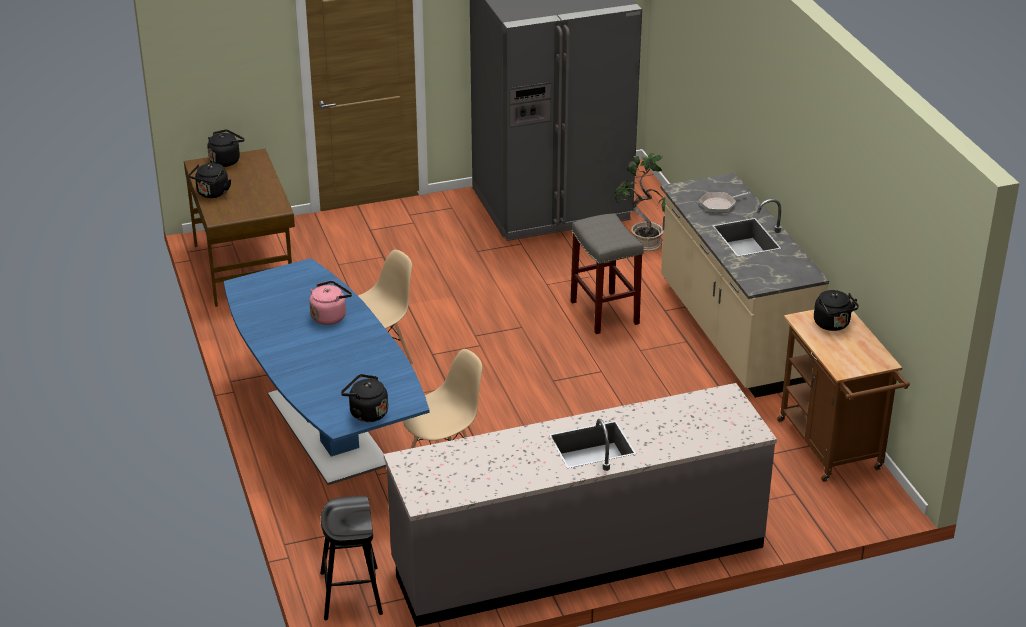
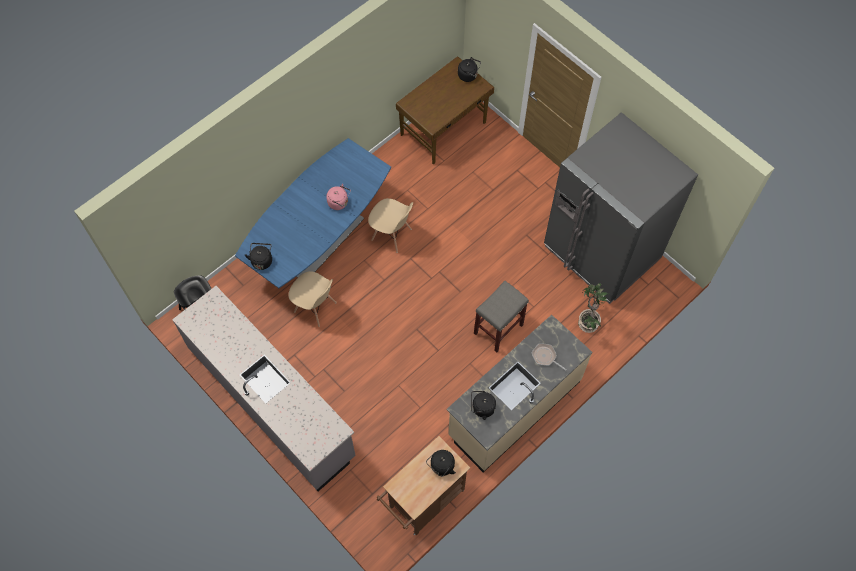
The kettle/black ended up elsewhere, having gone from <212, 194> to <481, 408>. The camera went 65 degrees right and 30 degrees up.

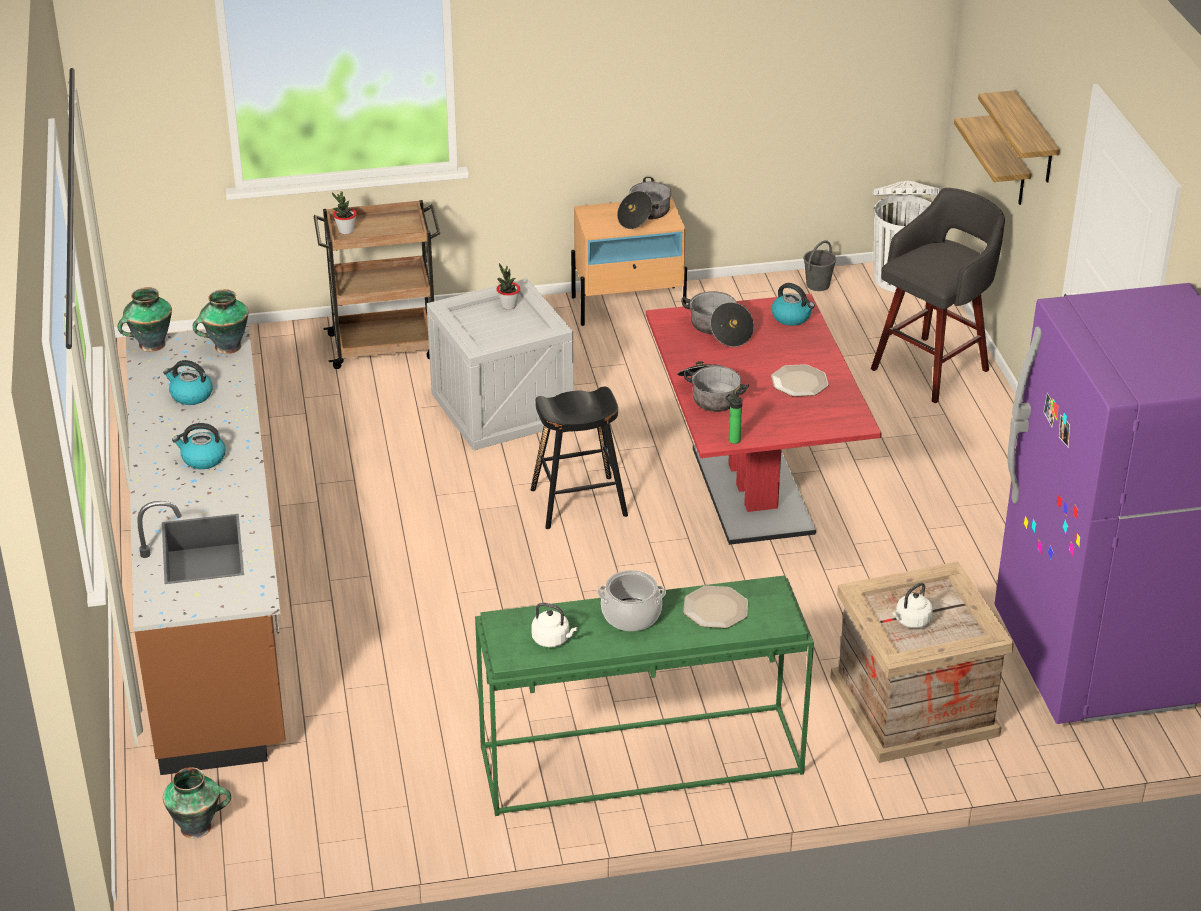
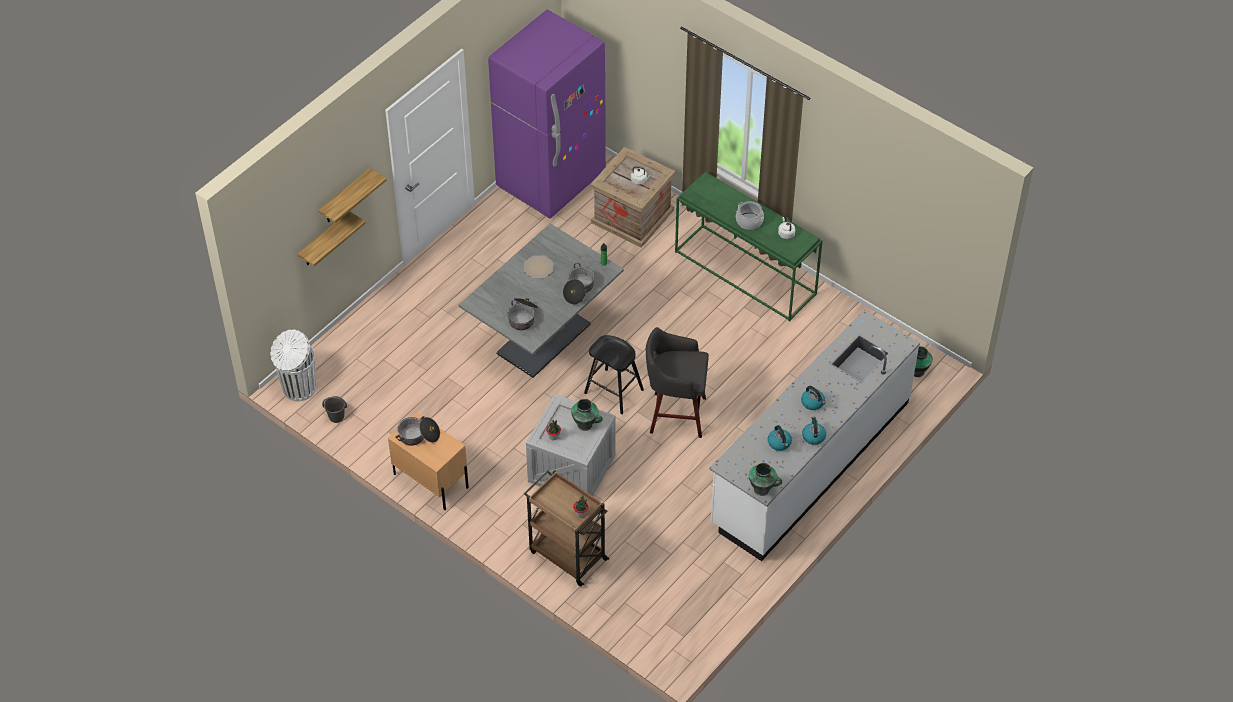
What was the counter/brown at <215, 606> turned into the counter/white at <810, 463>. The vase ended up elsewhere, having gone from <226, 347> to <585, 425>. What was the dining table/red at <752, 490> turned into the dining table/grey at <543, 339>. The second view lost the plate at <715, 608>. The kettle ended up elsewhere, having gone from <792, 317> to <813, 436>. The stool/grey ended up elsewhere, having gone from <932, 368> to <675, 414>. The camera went 130 degrees left and 15 degrees up.

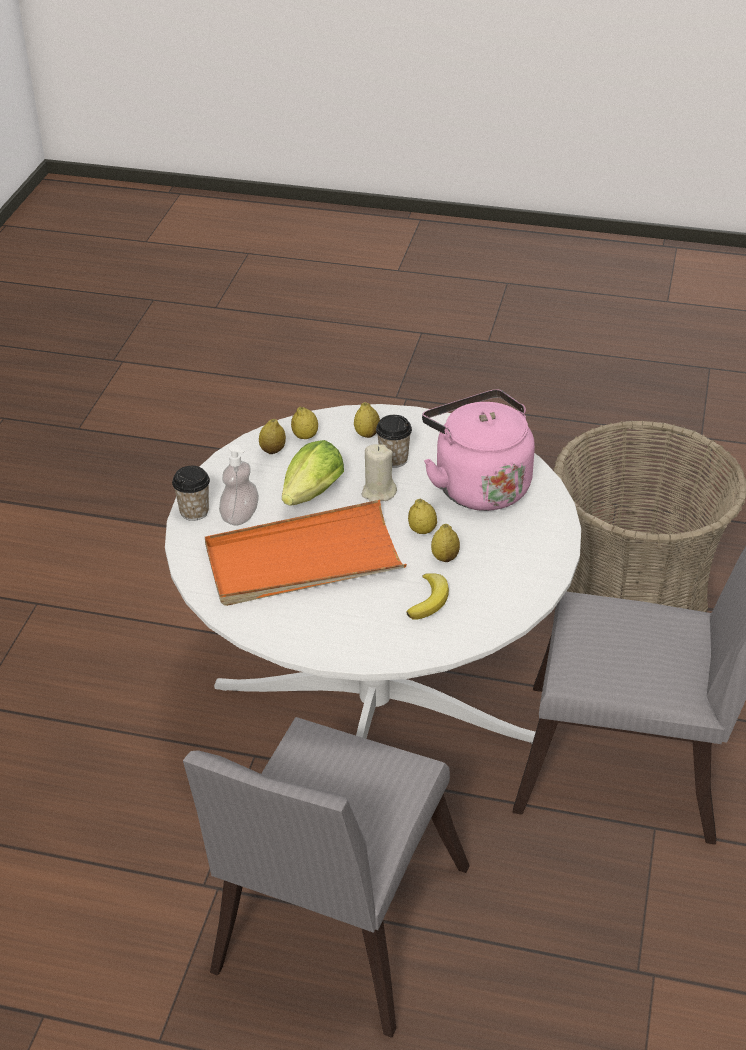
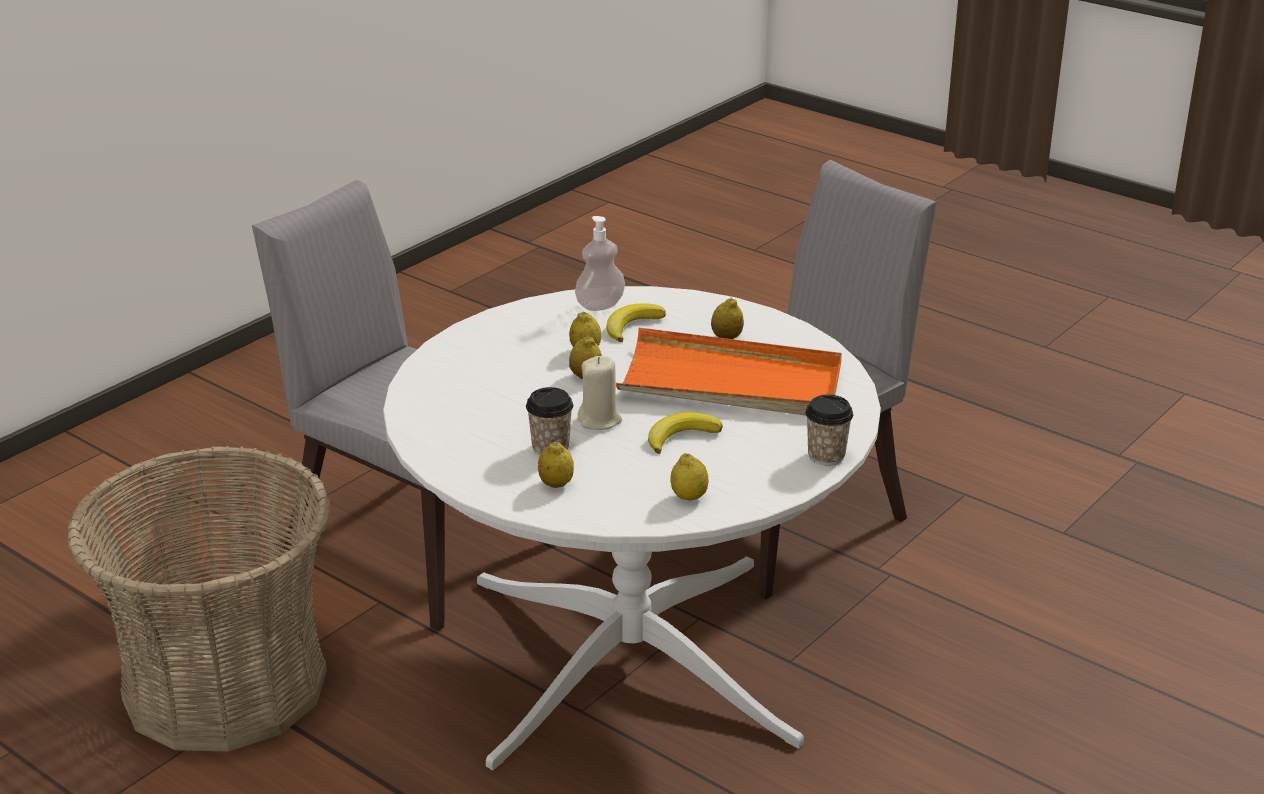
The soap dispenser ended up elsewhere, having gone from <240, 516> to <600, 305>. Where the lettuce stood at <310, 497>, the banana came to stand at <681, 436>. The lemon ended up elsewhere, having gone from <305, 436> to <726, 338>. The second view lost the kettle/pink at <478, 485>. The camera went 155 degrees left and 10 degrees down.

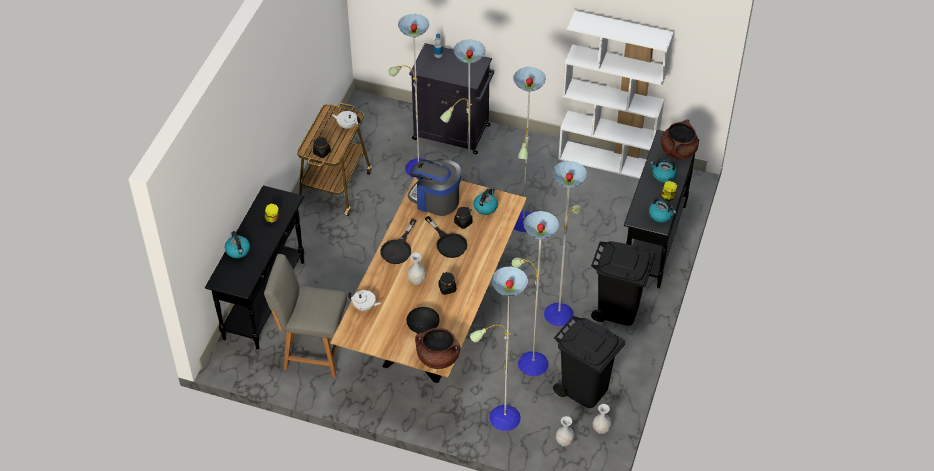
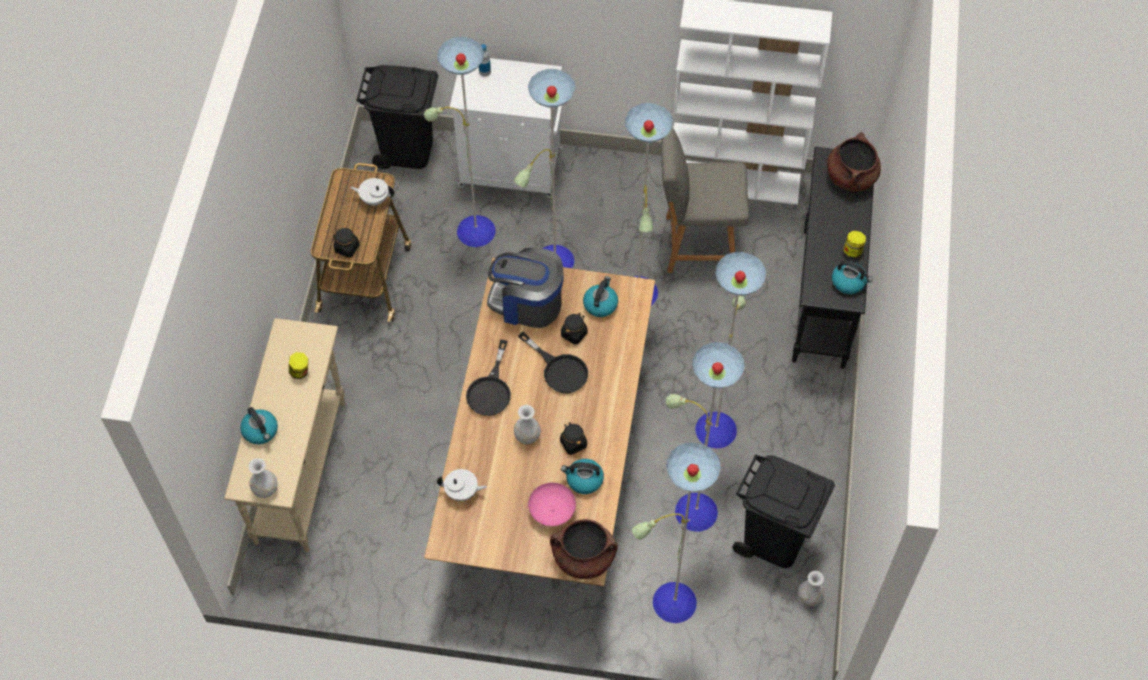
What was the console table/black at <265, 299> turned into the console table/beige at <301, 471>. The chair/grey ended up elsewhere, having gone from <313, 351> to <697, 244>. What was the bowl/black at <423, 326> turned into the bowl/pink at <552, 510>. What was the cabinet/black at <453, 133> turned into the cabinet/white at <513, 169>. The vase/white ended up elsewhere, having gone from <564, 441> to <265, 490>. The trash can/black ended up elsewhere, having gone from <618, 310> to <407, 150>. The kettle ended up elsewhere, having gone from <663, 175> to <584, 480>. The camera went 10 degrees left and 10 degrees up.

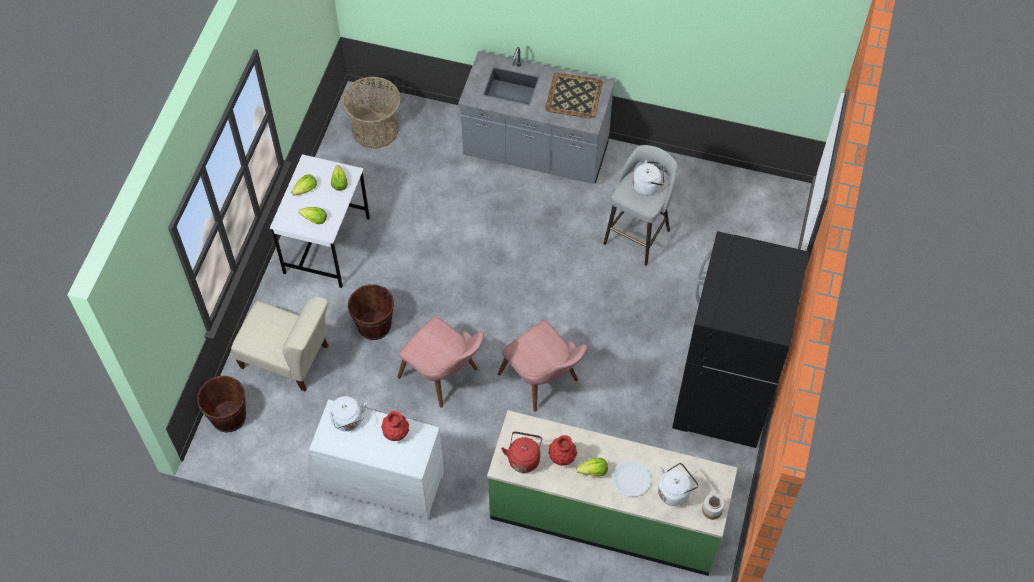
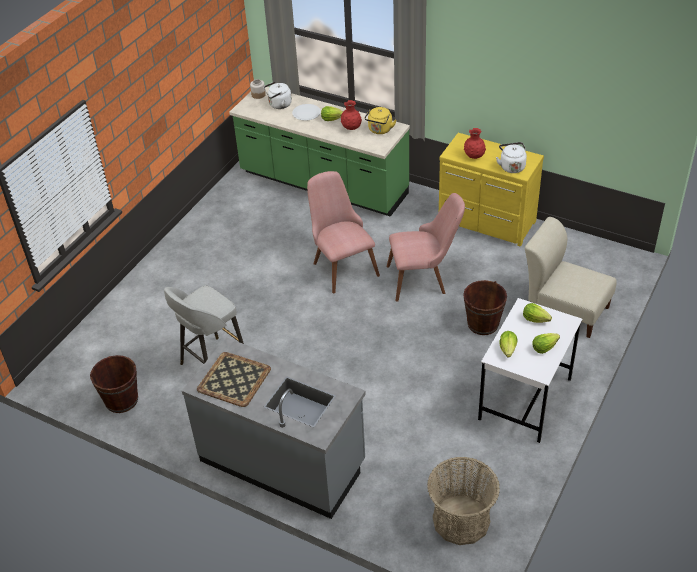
The bucket/brown ended up elsewhere, having gone from <228, 417> to <121, 400>. What was the dresser/white at <383, 478> turned into the dresser/yellow at <486, 223>. The chair/pink at <446, 377> ended up facing another way, 120 degrees clockwise from before. What was the kettle/red at <524, 458> turned into the kettle/yellow at <379, 130>. The second view lost the kettle/white at <648, 186>. The second view lost the fridge/black at <723, 397>. The camera went 165 degrees left and 15 degrees down.

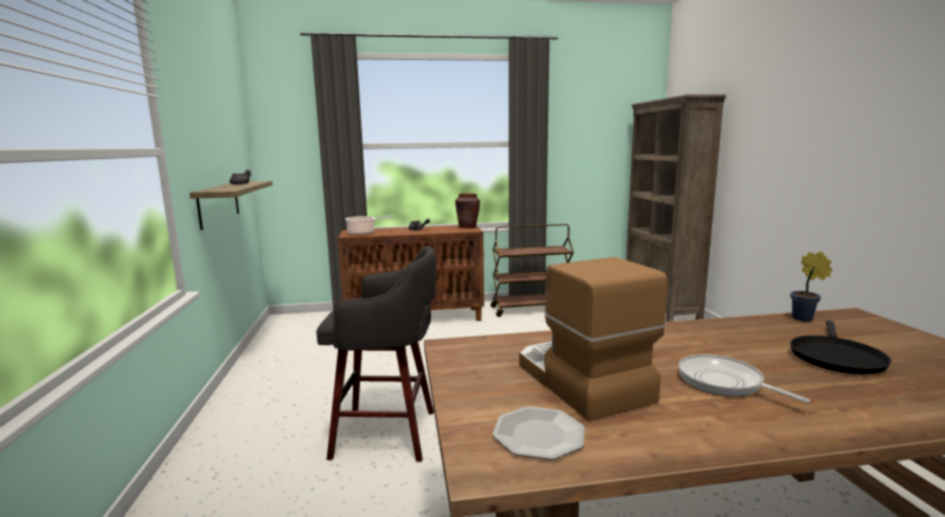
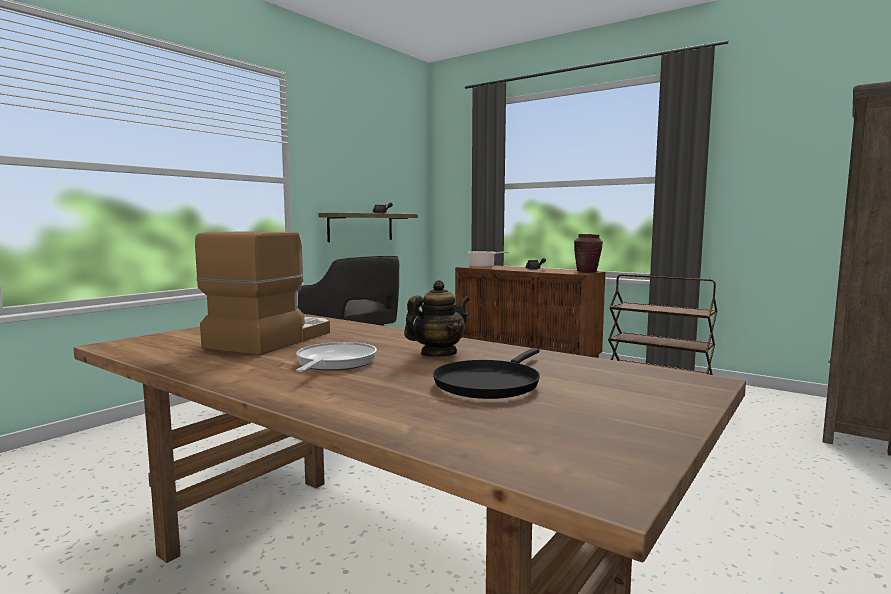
The second view lost the plate at <538, 434>. The second view lost the potted plant at <805, 319>. The frying pan/black at <835, 357> ended up facing another way, 45 degrees counterclockwise from before. The second view gained the teapot at <438, 354>. The camera went 45 degrees right and 5 degrees down.

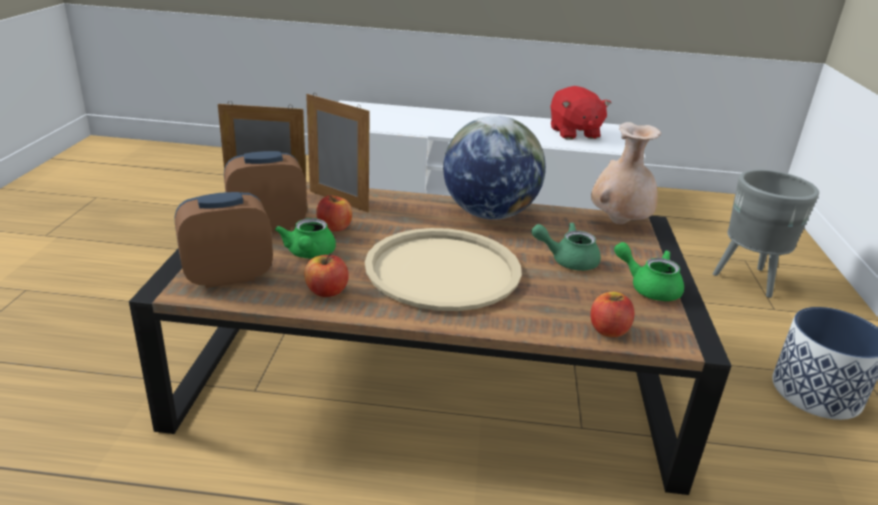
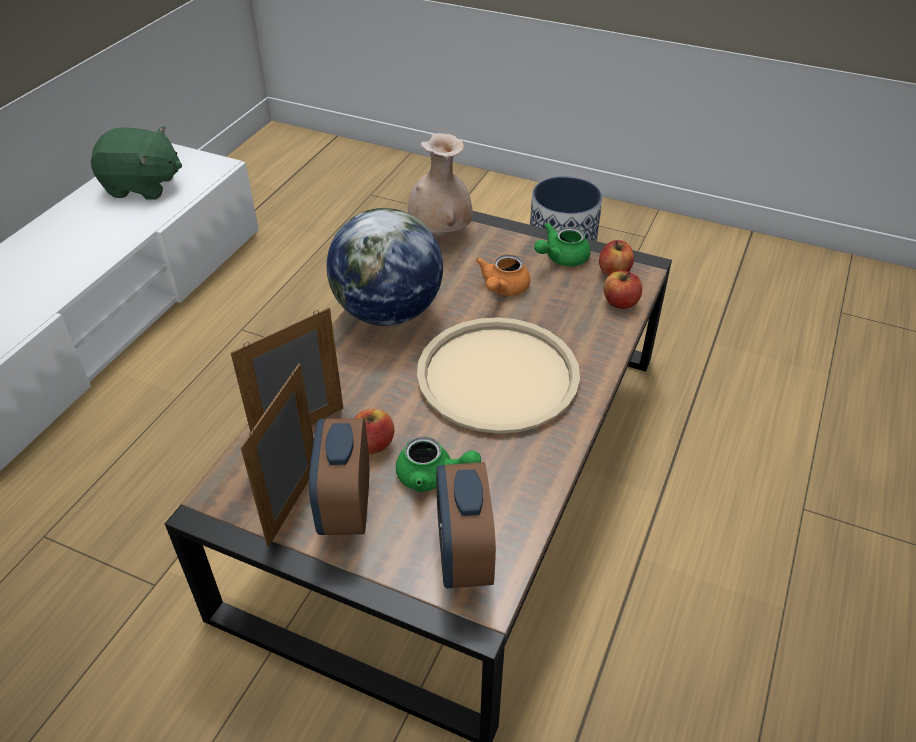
The apple ended up elsewhere, having gone from <326, 291> to <614, 272>. What was the teapot/green at <567, 260> turned into the teapot/orange at <503, 288>. What was the plush toy/red at <573, 133> turned into the plush toy/green at <143, 186>. The second view lost the planter/grey at <747, 280>. The camera went 70 degrees left and 15 degrees up.

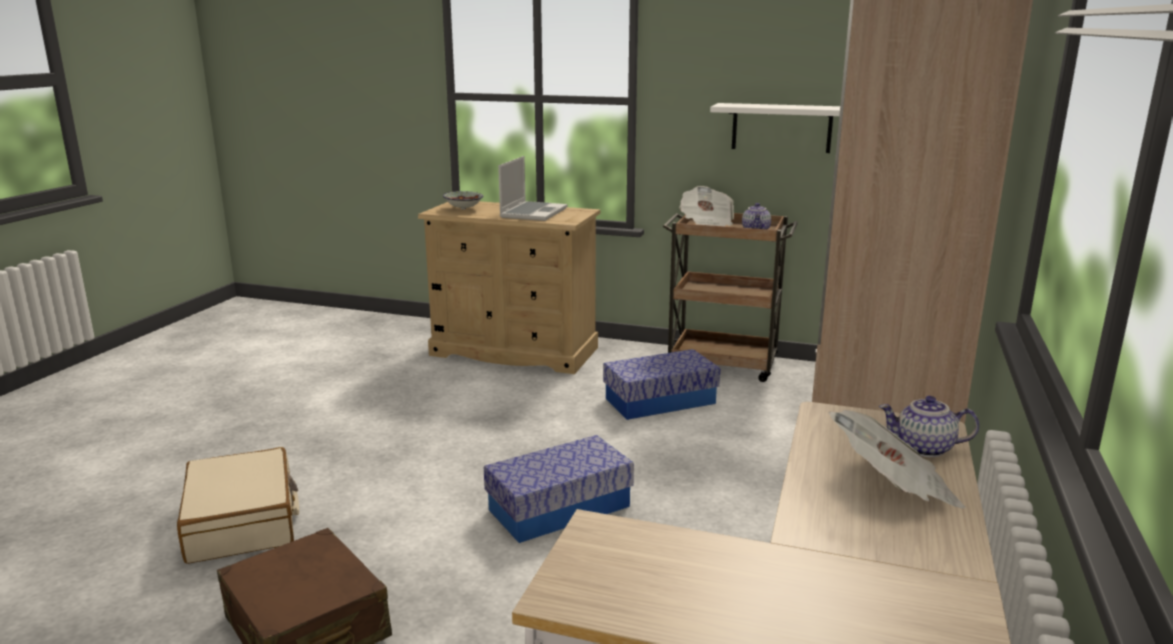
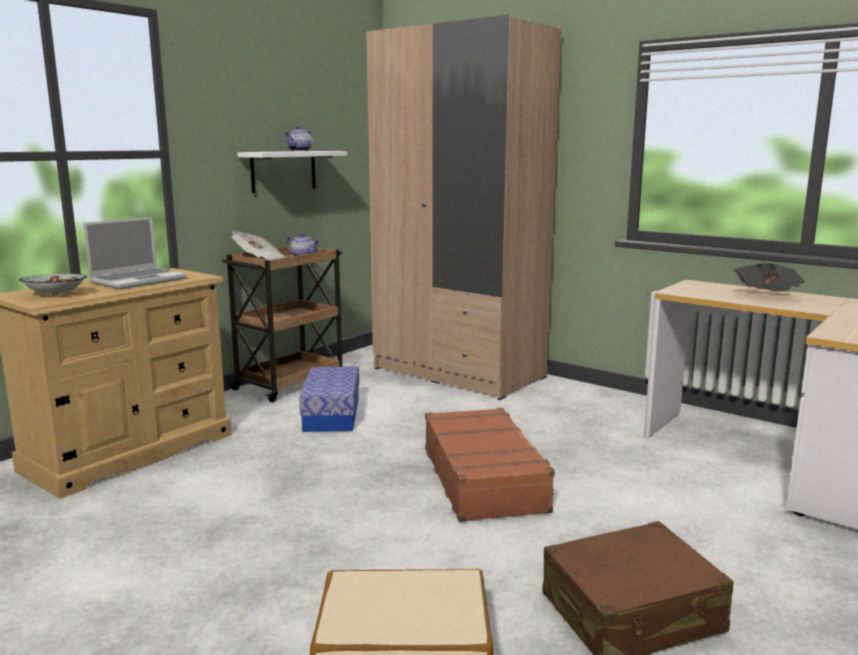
Where the storage box stood at <559, 508>, the suitcase/brown came to stand at <484, 478>. The laptop at <533, 213> ended up facing another way, 90 degrees clockwise from before. The teapot ended up elsewhere, having gone from <923, 449> to <300, 151>. The camera went 70 degrees left and 5 degrees down.

